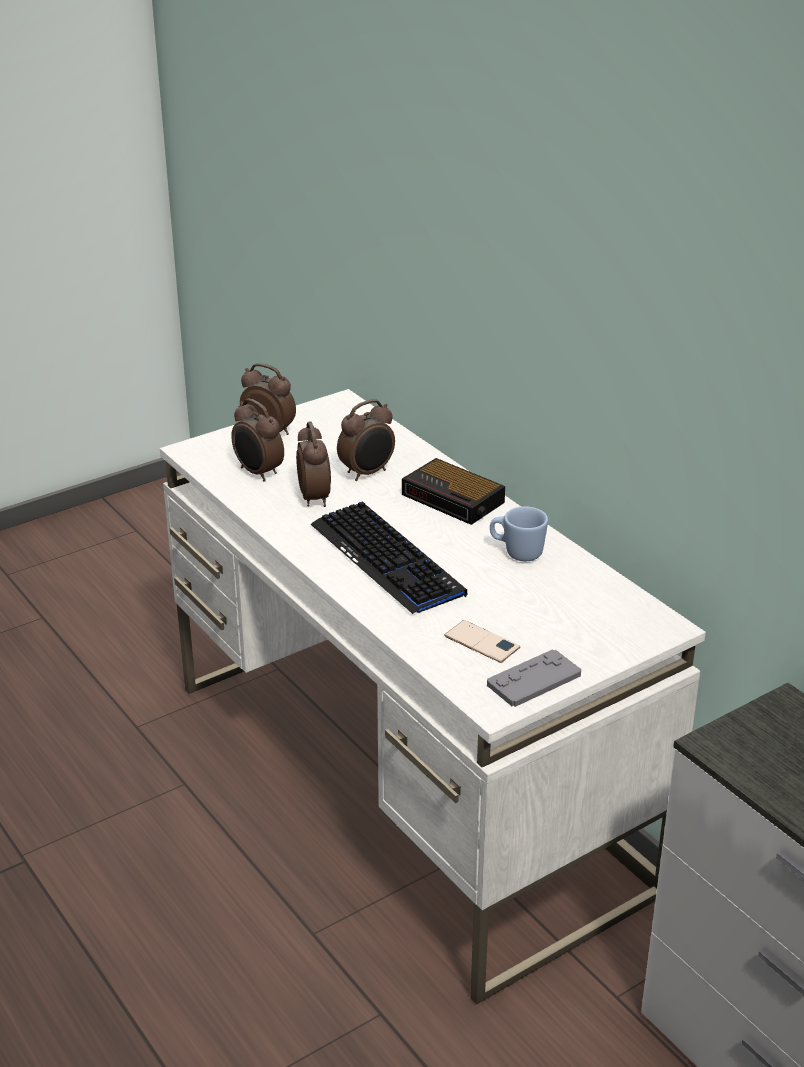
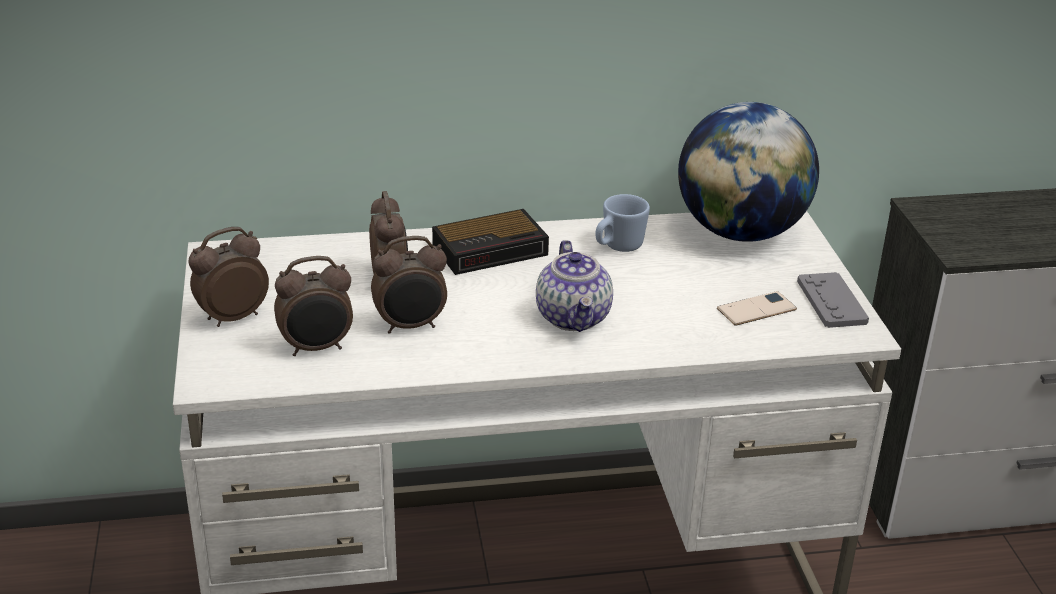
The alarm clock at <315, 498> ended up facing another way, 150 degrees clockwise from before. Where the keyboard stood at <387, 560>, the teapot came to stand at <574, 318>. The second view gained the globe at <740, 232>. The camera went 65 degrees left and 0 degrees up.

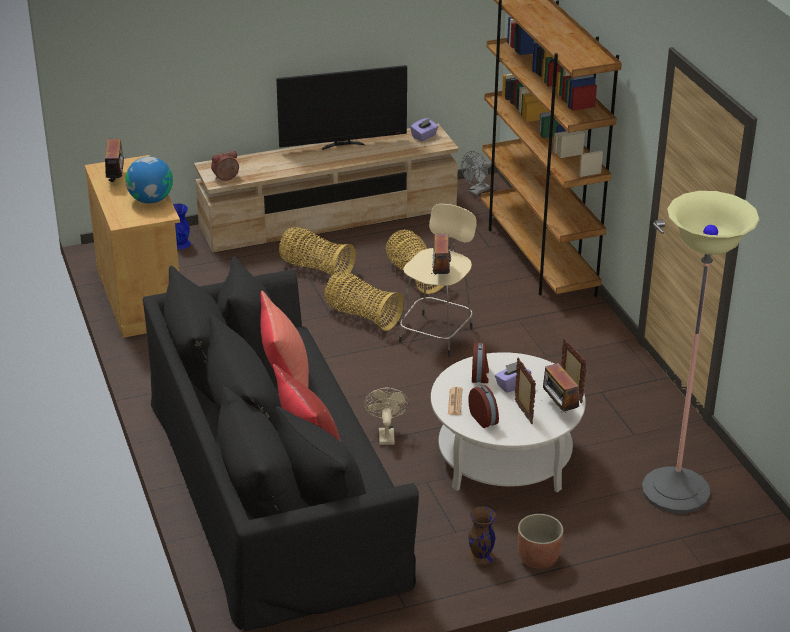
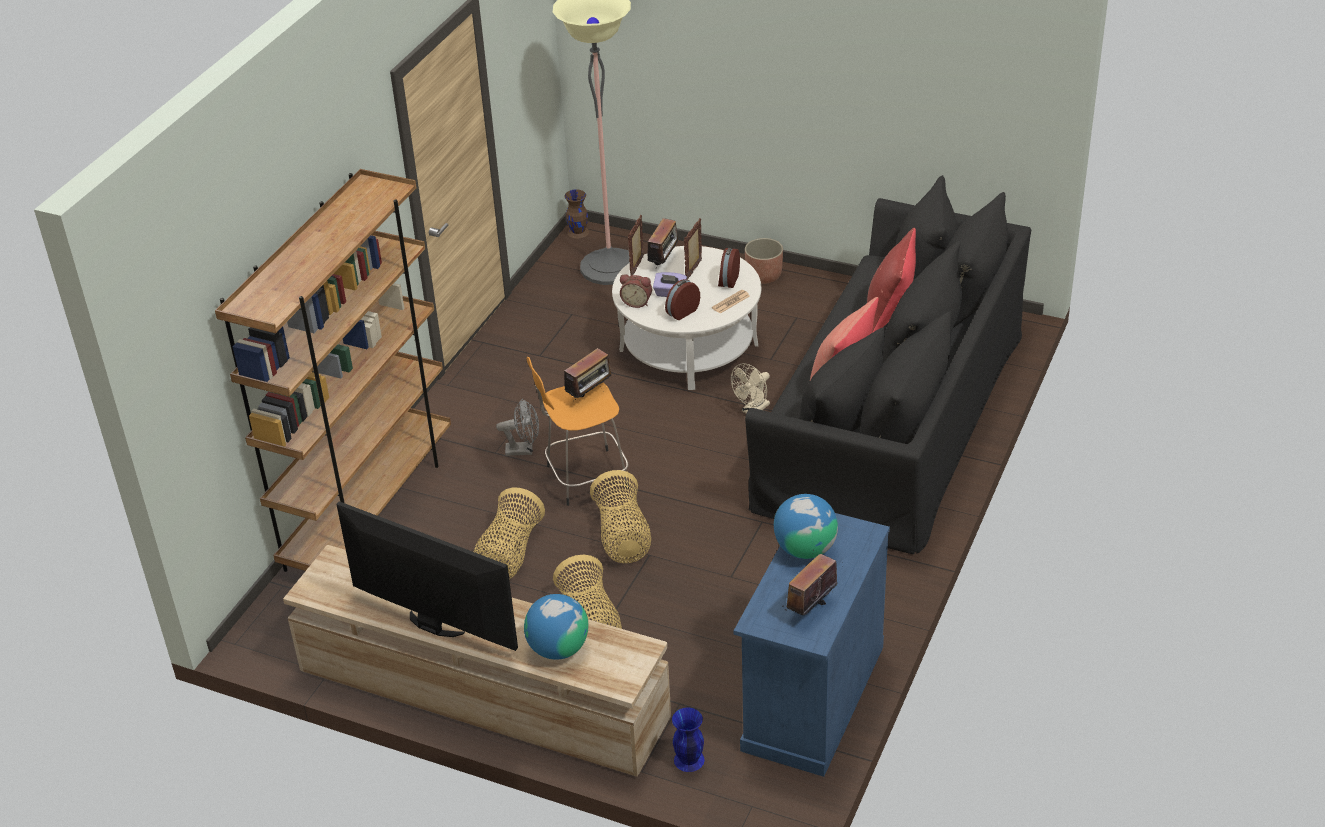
What was the cabinet/beige at <140, 296> turned into the cabinet/blue at <812, 697>. The alarm clock ended up elsewhere, having gone from <226, 178> to <637, 302>. What was the stool/beige at <437, 333> turned into the stool/orange at <584, 478>. The second view lost the tissue box/purple at <424, 136>. The fan/grey ended up elsewhere, having gone from <476, 191> to <524, 450>. The vase/brown ended up elsewhere, having gone from <480, 555> to <578, 232>. The second view gained the globe at <558, 648>. The camera went 135 degrees left and 5 degrees up.

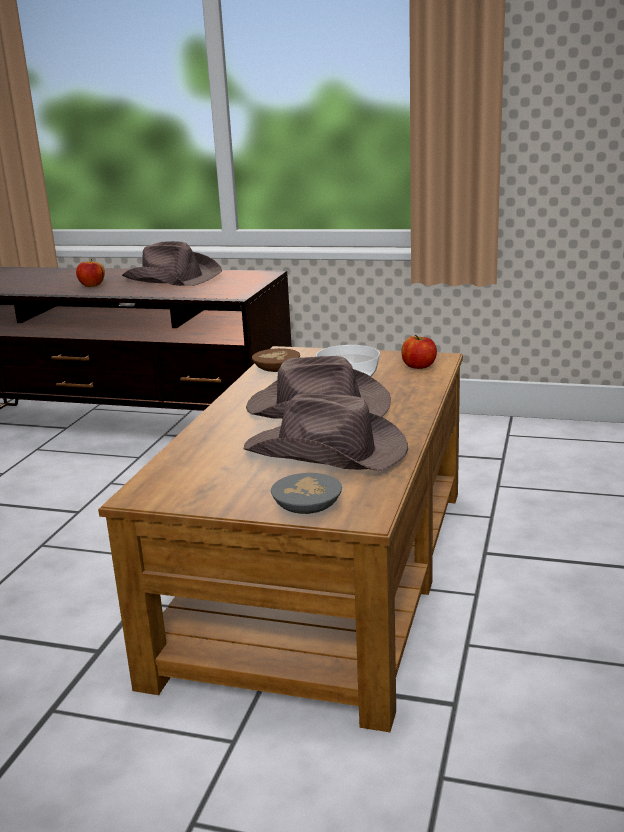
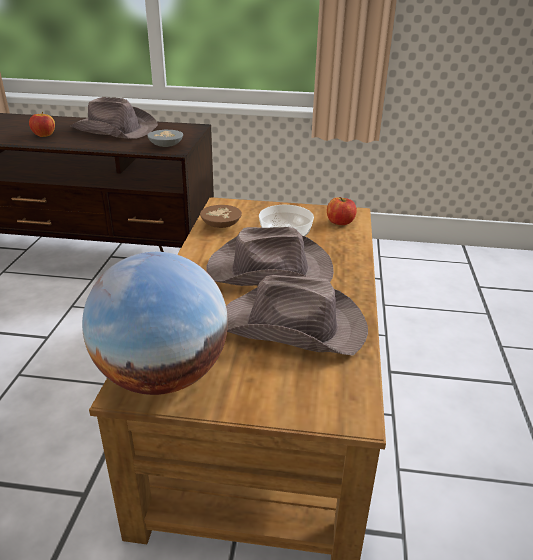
The bowl/grey ended up elsewhere, having gone from <307, 506> to <166, 145>. The second view gained the globe at <162, 375>. The camera went 10 degrees left and 10 degrees up.

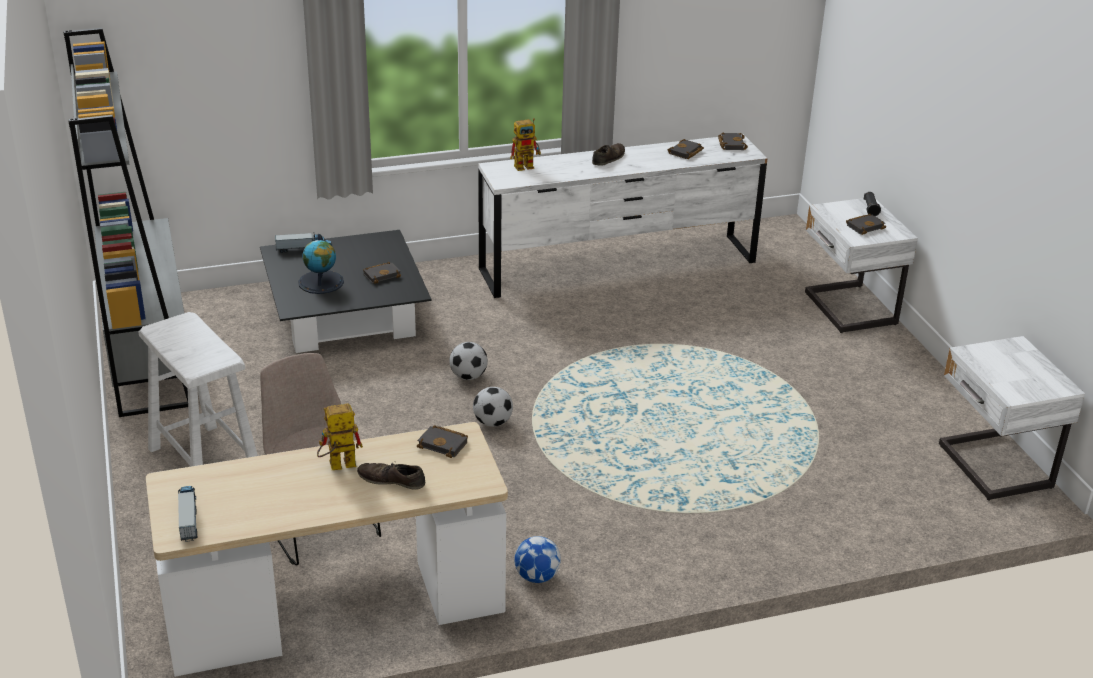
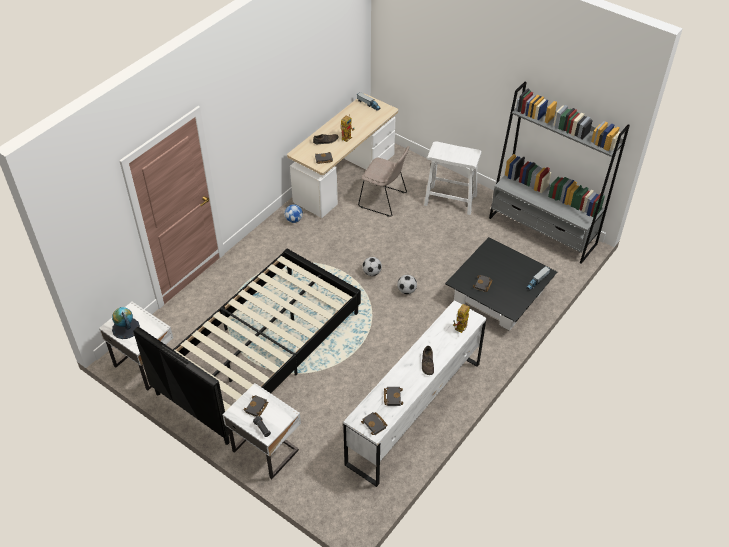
The globe ended up elsewhere, having gone from <321, 282> to <125, 328>. The second view gained the bed/black at <260, 352>. The camera went 145 degrees right and 15 degrees up.

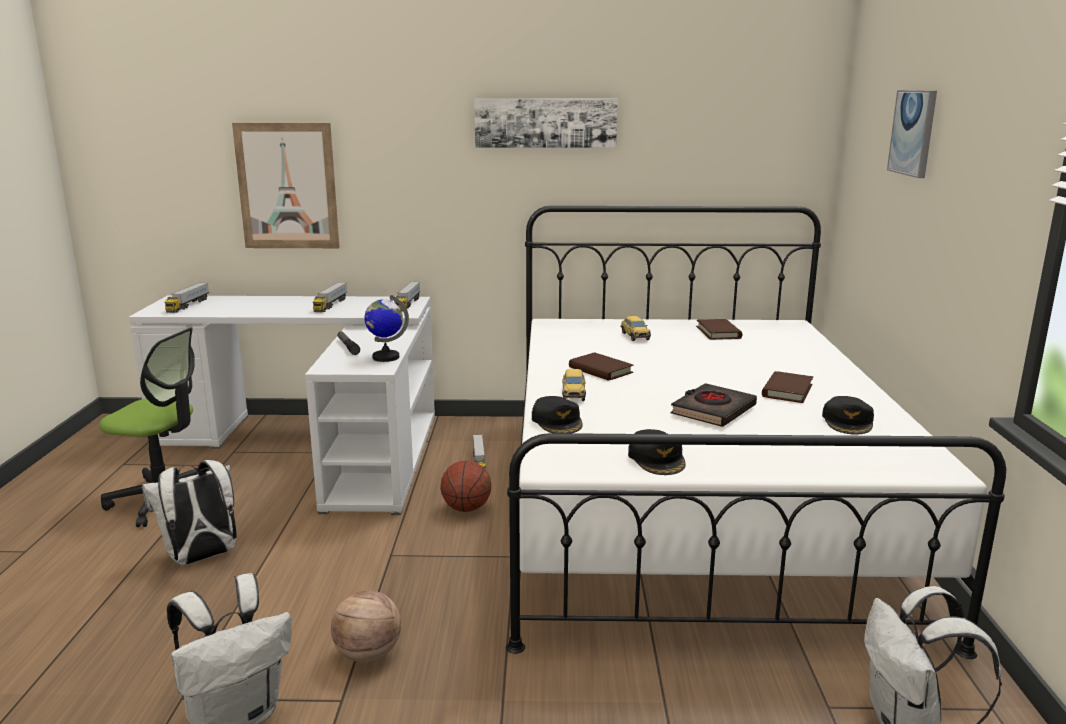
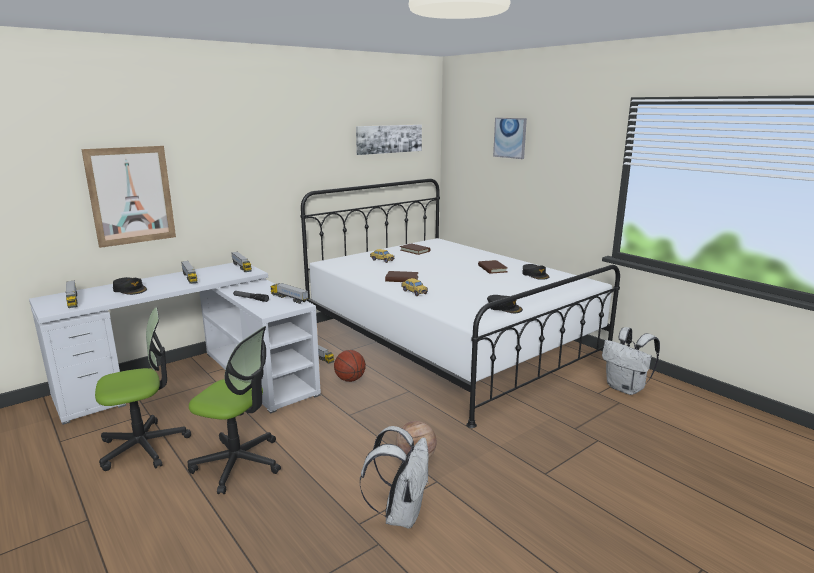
Where the backpack/white stood at <201, 558>, the office chair came to stand at <238, 463>. Where the globe stood at <385, 357>, the toy truck came to stand at <289, 298>. The picture ended up elsewhere, having gone from <545, 123> to <389, 139>. The cap/black ended up elsewhere, having gone from <557, 421> to <130, 290>. The second view lost the book/black at <713, 411>. The camera went 40 degrees left and 0 degrees up.

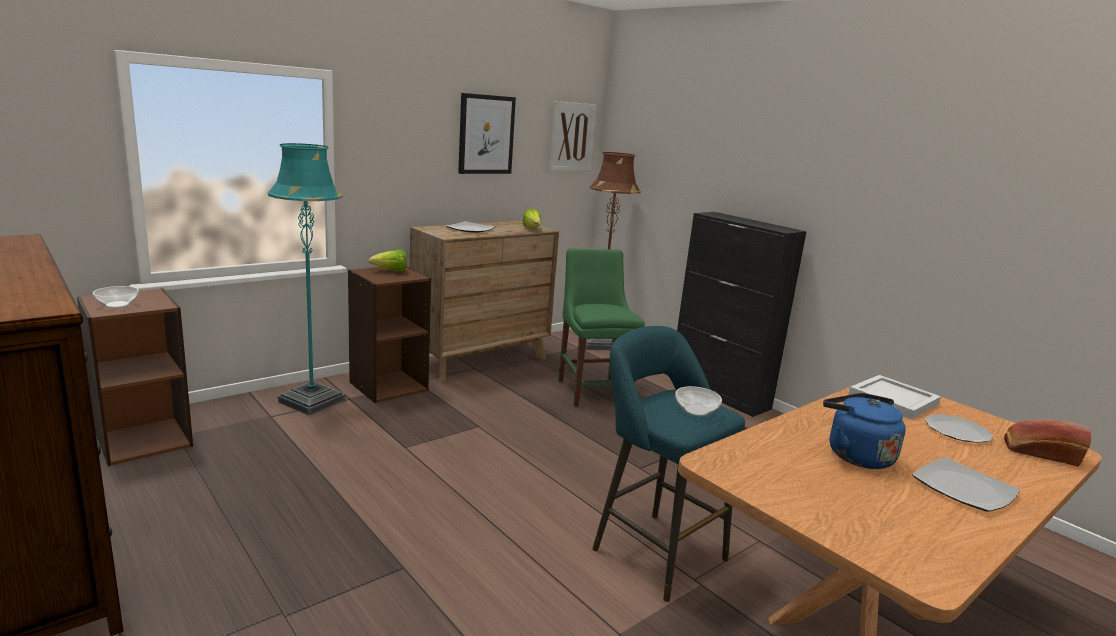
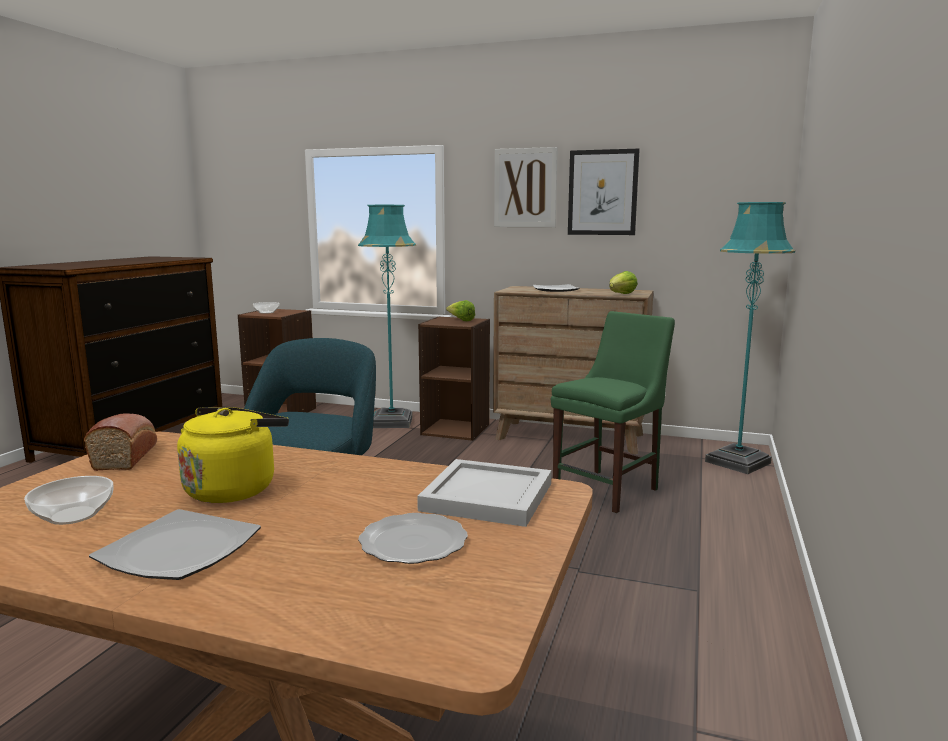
The picture ended up elsewhere, having gone from <572, 137> to <525, 188>. What was the floor lamp/brown at <599, 344> turned into the floor lamp/turquoise at <738, 462>. The bowl ended up elsewhere, having gone from <695, 410> to <75, 515>. The second view lost the cabinet/black at <719, 394>. What was the kettle/blue at <855, 455> turned into the kettle/yellow at <234, 488>. The bread ended up elsewhere, having gone from <1039, 453> to <127, 456>. The camera went 60 degrees right and 5 degrees down.

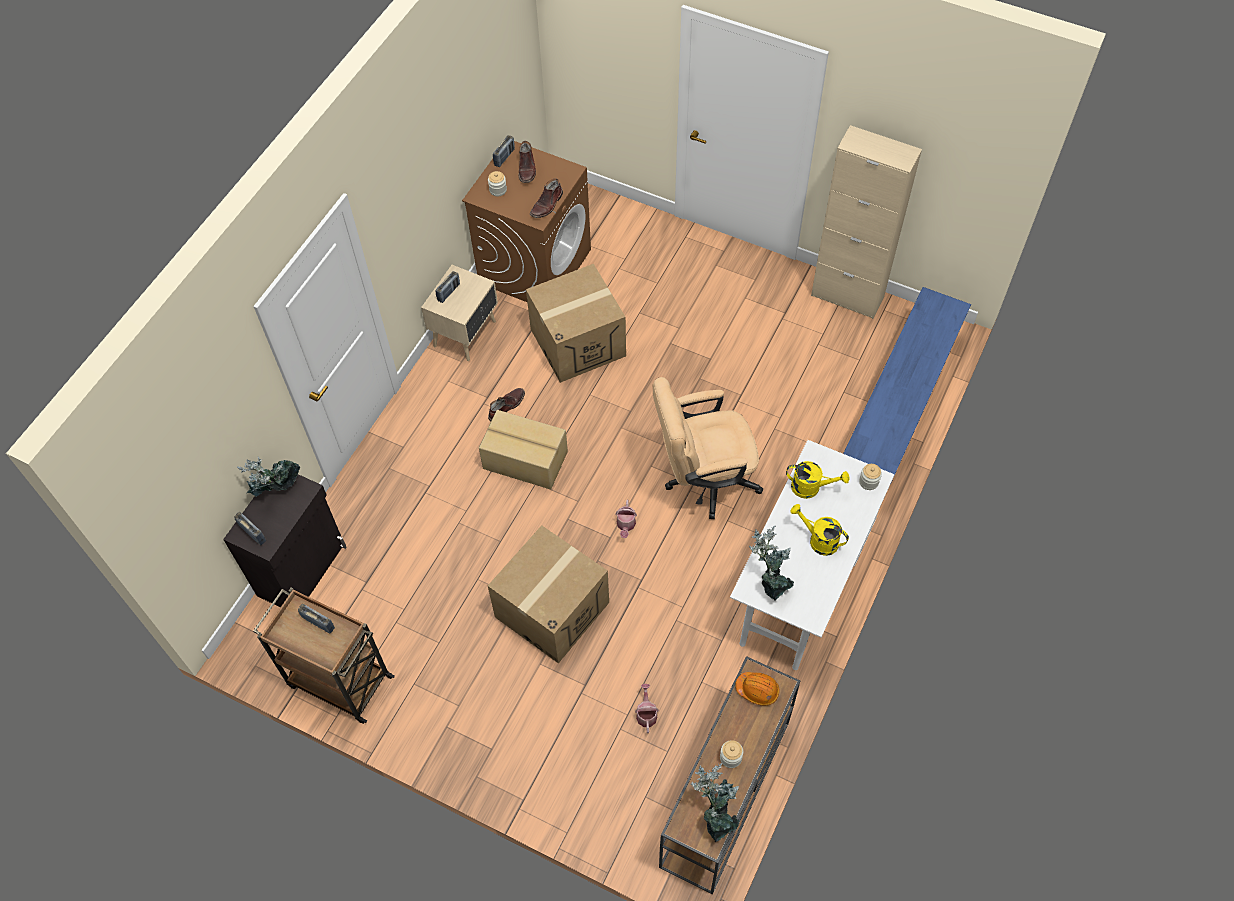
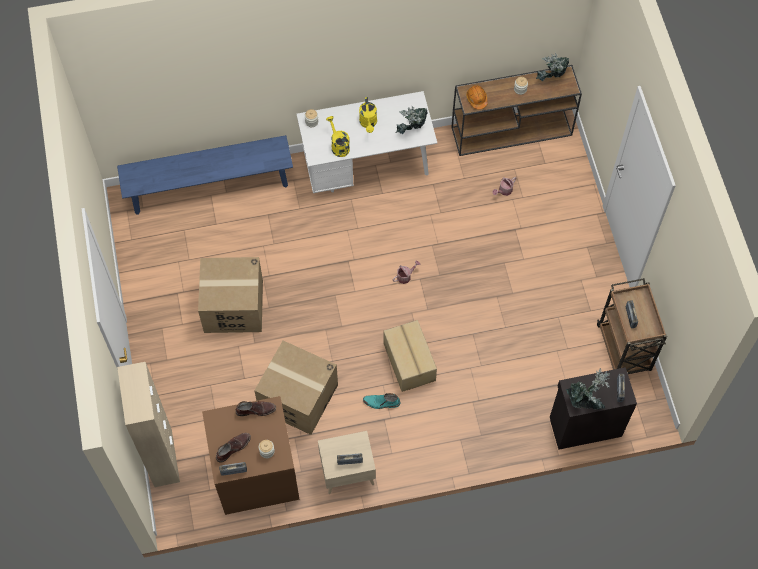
What was the boot/brown at <506, 406> turned into the boot/turquoise at <381, 402>. The cardboard box ended up elsewhere, having gone from <552, 609> to <233, 306>. The second view lost the office chair/beige at <703, 479>. The cabinet/beige ended up elsewhere, having gone from <847, 296> to <163, 458>. The camera went 130 degrees left and 5 degrees up.

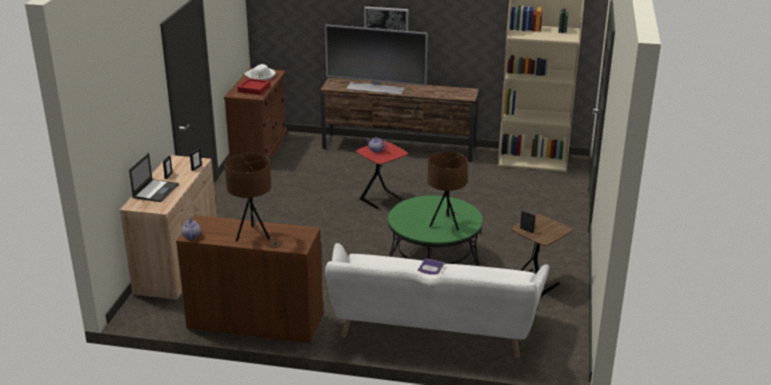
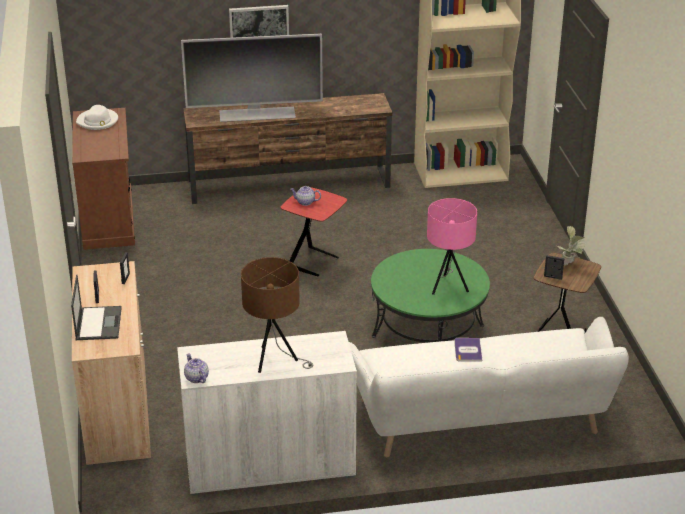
What was the cabinet/brown at <255, 322> turned into the cabinet/white at <270, 464>. The second view lost the tray/red at <254, 89>. What was the table lamp/brown at <446, 224> turned into the table lamp/pink at <448, 286>. The second view gained the potted plant at <570, 264>. The camera went 20 degrees left and 5 degrees up.

